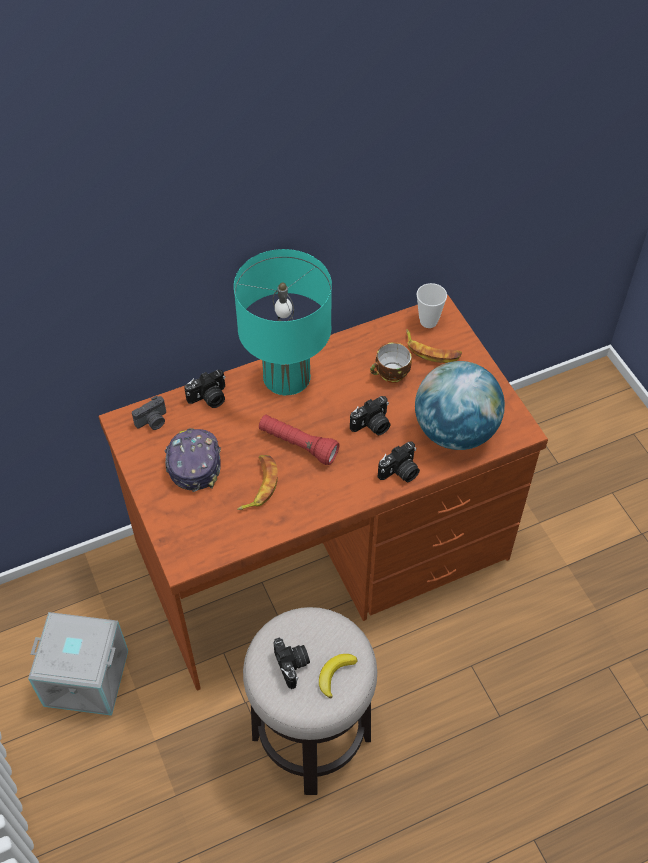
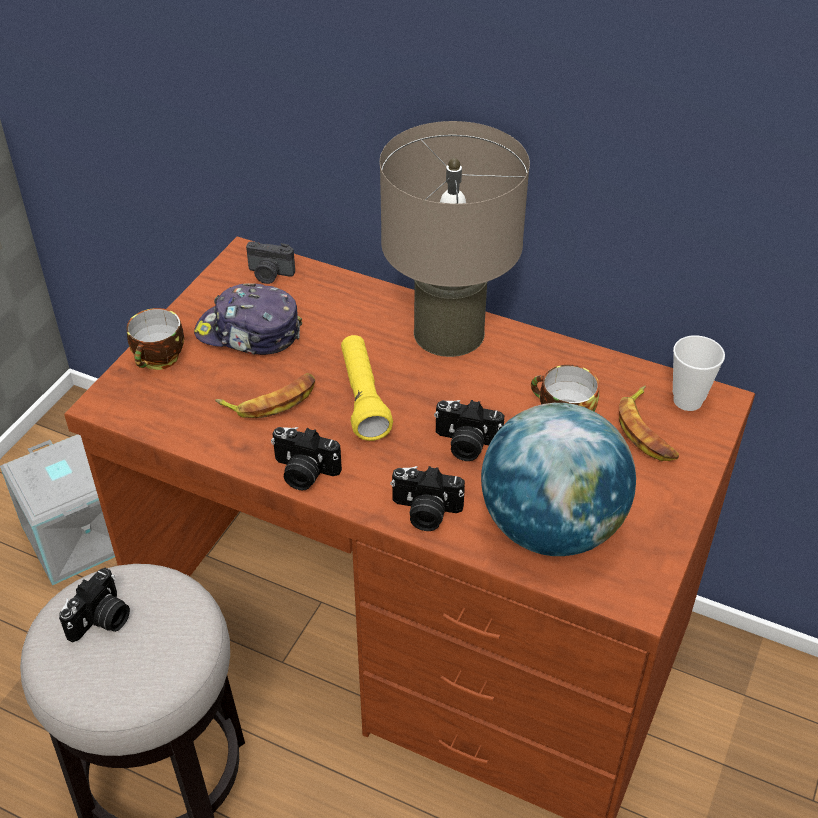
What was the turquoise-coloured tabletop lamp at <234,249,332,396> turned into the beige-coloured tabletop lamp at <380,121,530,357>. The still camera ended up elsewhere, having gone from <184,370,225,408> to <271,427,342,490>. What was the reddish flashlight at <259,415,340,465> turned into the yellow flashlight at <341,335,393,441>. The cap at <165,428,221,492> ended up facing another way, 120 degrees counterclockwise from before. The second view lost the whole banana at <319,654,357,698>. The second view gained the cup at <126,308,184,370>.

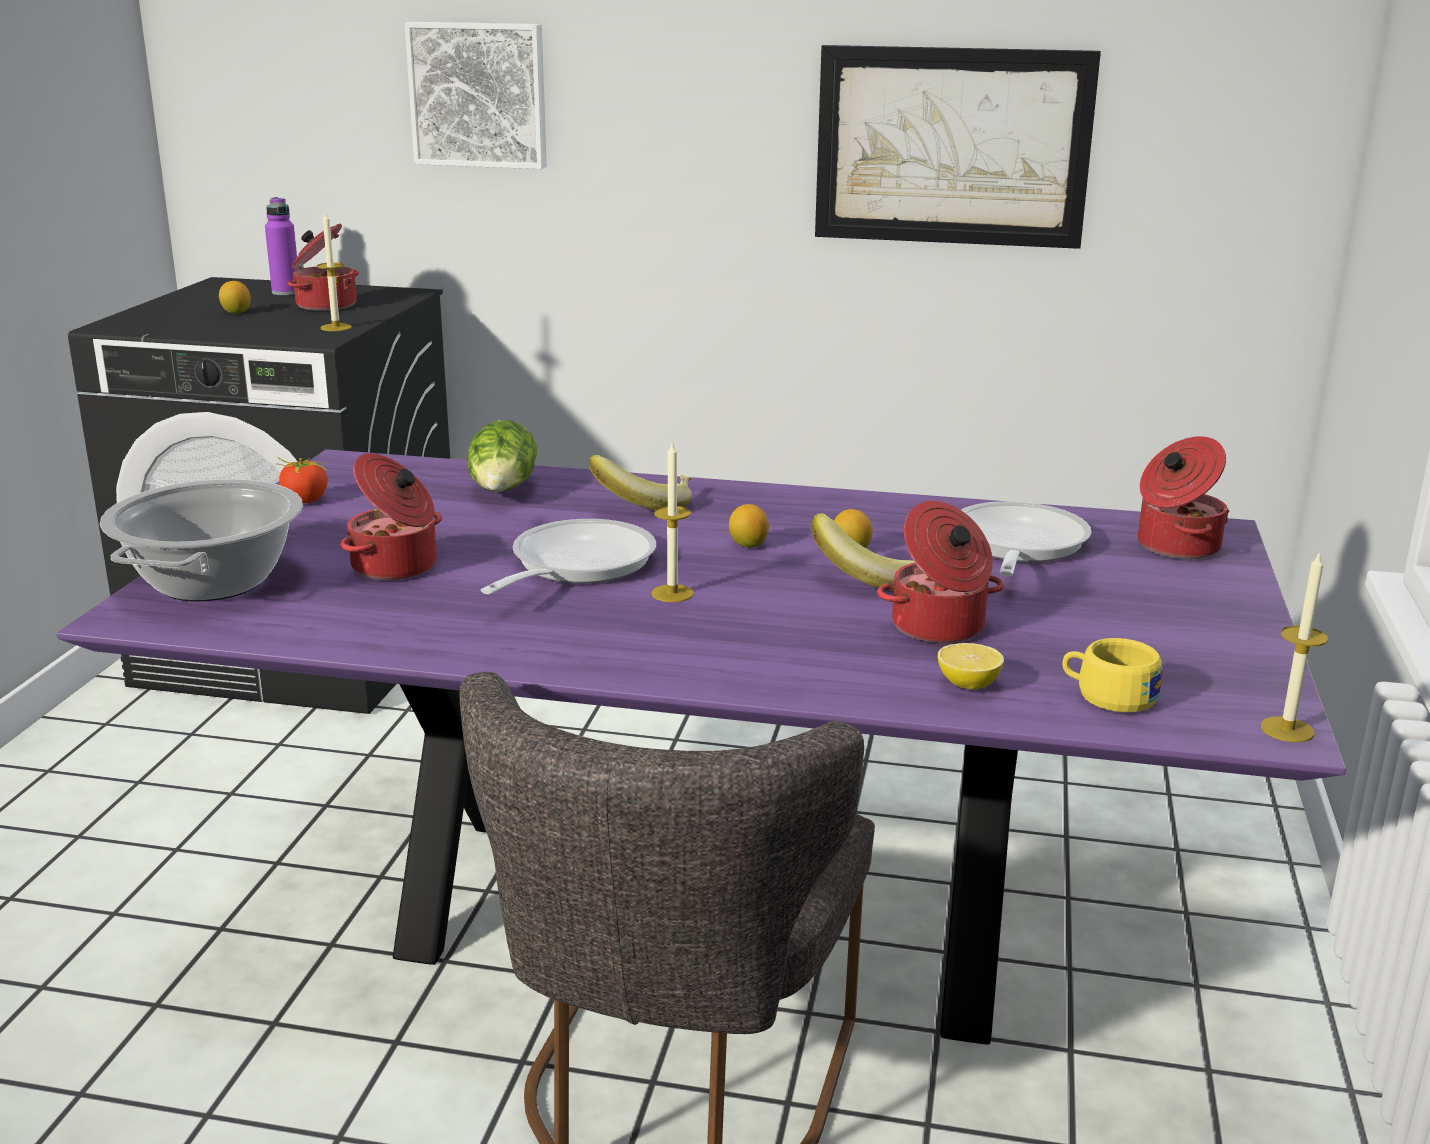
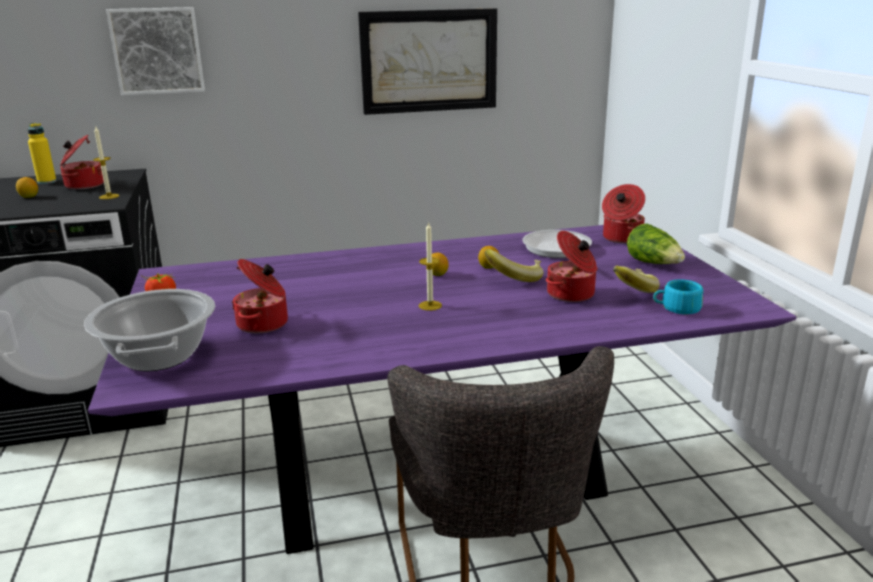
What was the purple drink bottle at <265,197,298,295> turned into the yellow drink bottle at <28,123,57,184>. The lettuce ended up elsewhere, having gone from <467,420,537,492> to <627,223,685,264>. The whole banana ended up elsewhere, having gone from <589,455,692,510> to <613,266,660,293>. The second view lost the skillet at <481,519,656,595>. The second view lost the wax light at <1261,551,1328,742>. What was the yellow cup at <1062,638,1162,712> turned into the turquoise-coloured cup at <653,279,703,314>. The second view lost the citrus fruit at <938,643,1004,690>.

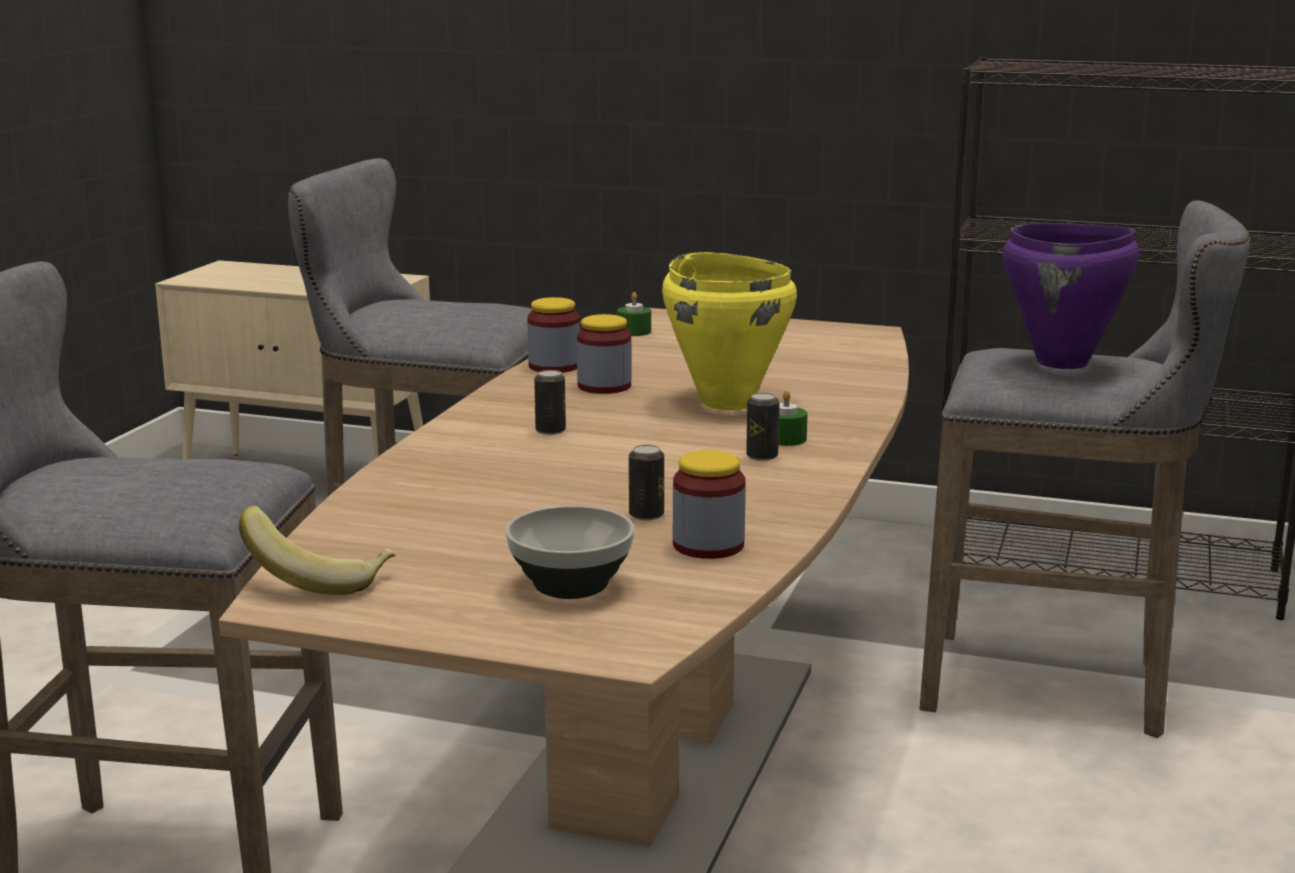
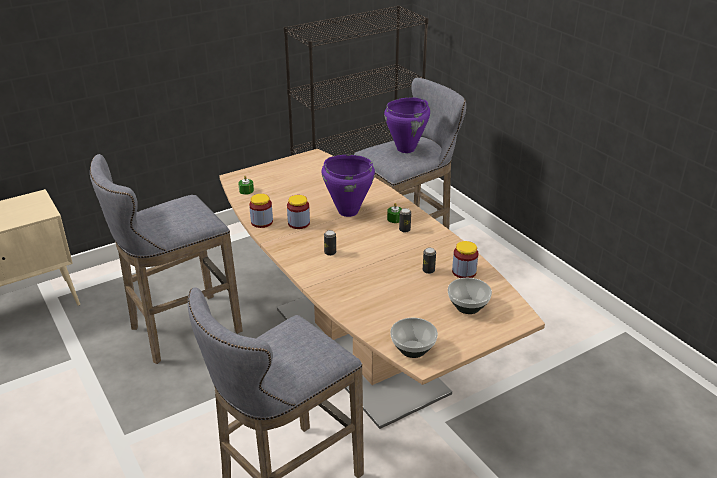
What was the yellow cooking pot at <662,252,797,410> turned into the purple cooking pot at <322,155,375,217>. Where the whole banana stood at <239,506,395,595>, the deep dish came to stand at <391,318,438,358>.

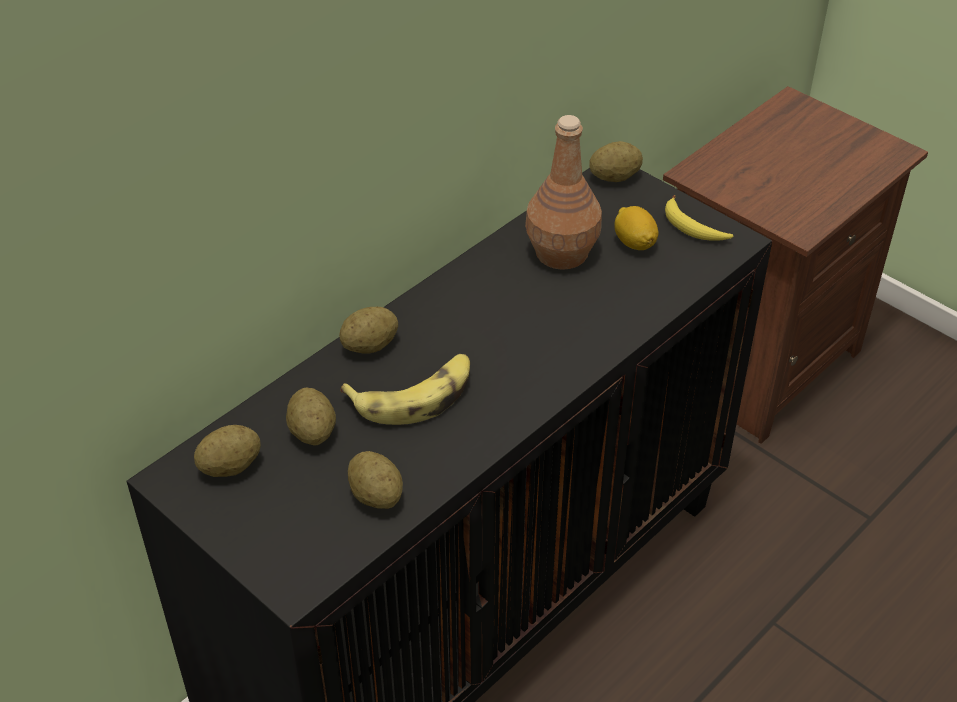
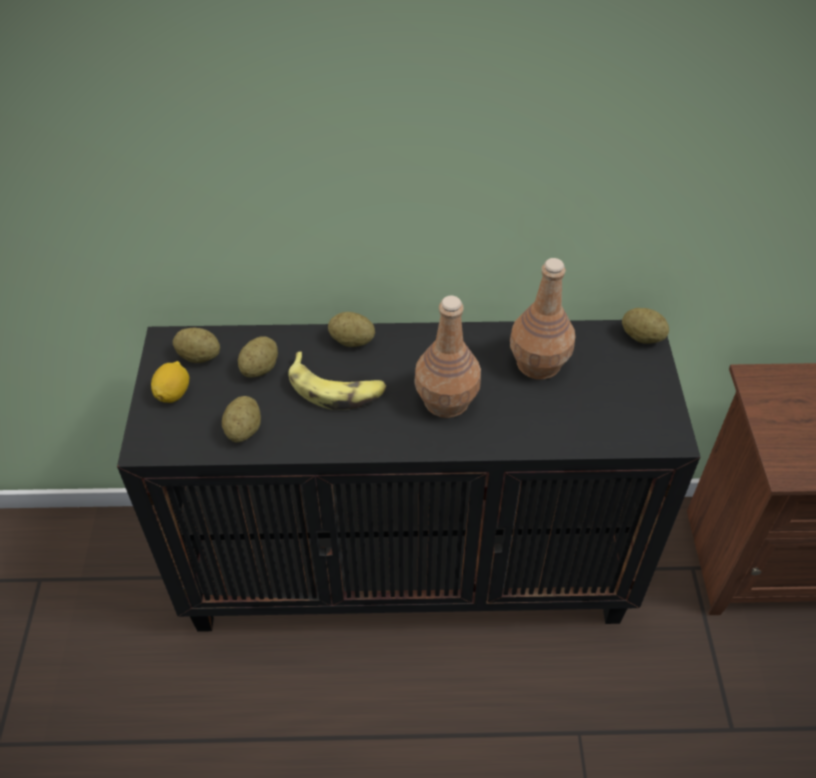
The second view lost the whole banana at <665,195,733,241>. The citrus fruit ended up elsewhere, having gone from <614,206,659,250> to <151,361,189,403>. The second view gained the brownish drink bottle at <414,295,481,418>.

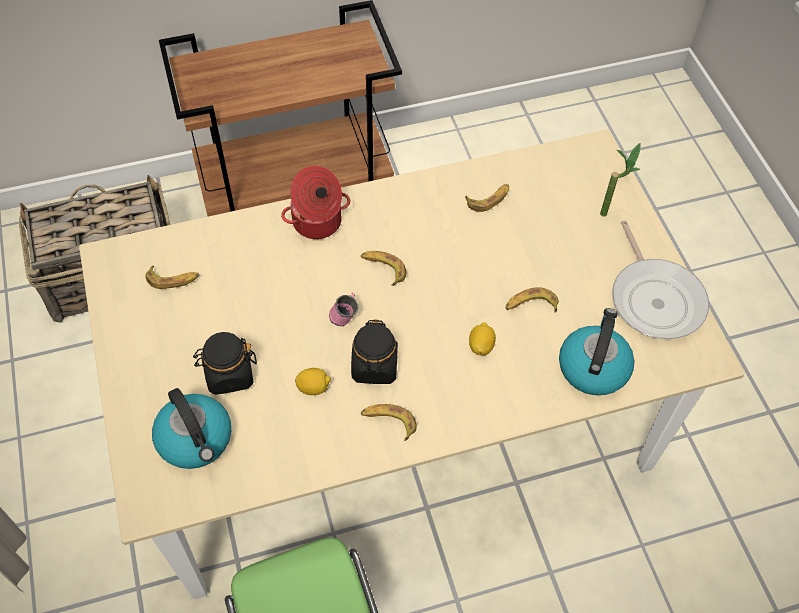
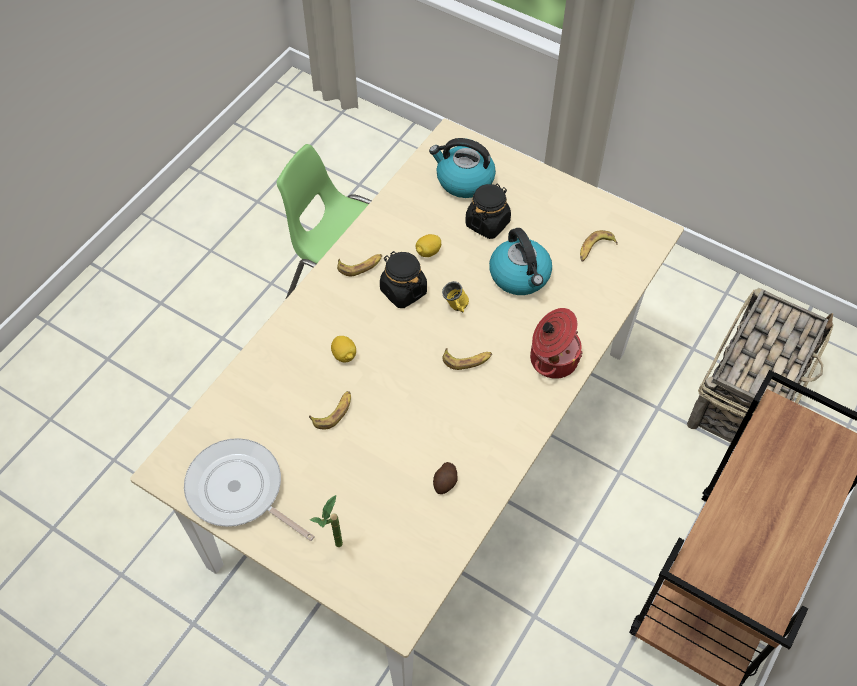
Where the whole banana stood at <465,184,509,212>, the potato came to stand at <433,462,457,494>. What was the pinkish coffee mug at <329,293,358,326> turned into the yellow coffee mug at <442,281,469,312>. The tea kettle ended up elsewhere, having gone from <559,308,634,395> to <489,228,552,295>.

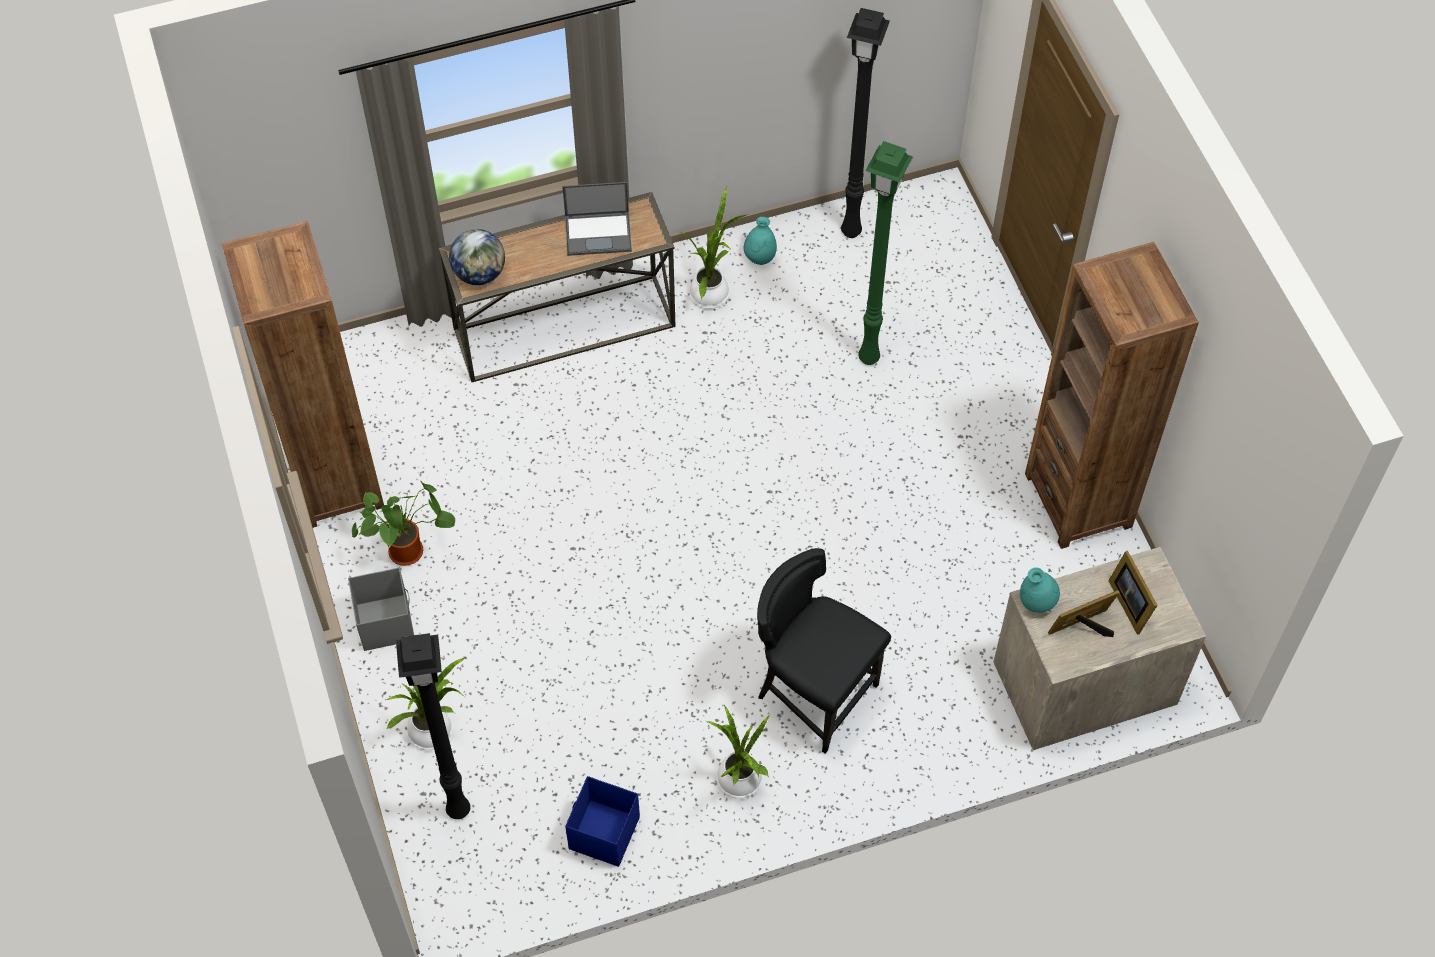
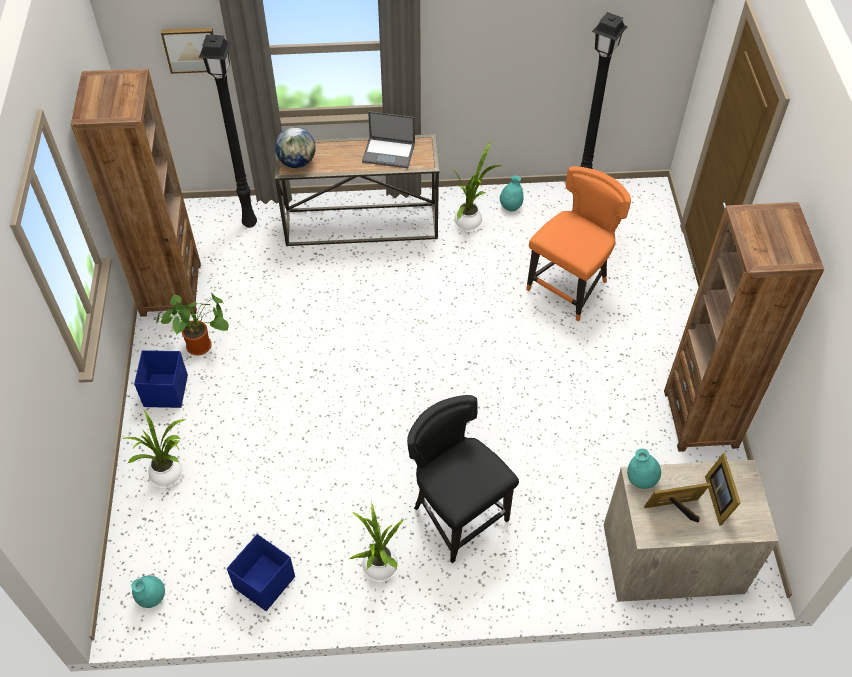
Where the green floor lamp stood at <858,141,913,365>, the orangey chair came to stand at <526,166,631,322>. What was the greyish storage bin at <348,568,414,651> turned into the blue-coloured storage bin at <134,350,188,408>. The black-coloured floor lamp ended up elsewhere, having gone from <396,633,470,819> to <199,34,257,228>. The second view gained the wall art at <161,27,214,74>. The second view gained the turquoise-coloured flower vase at <131,575,165,608>.

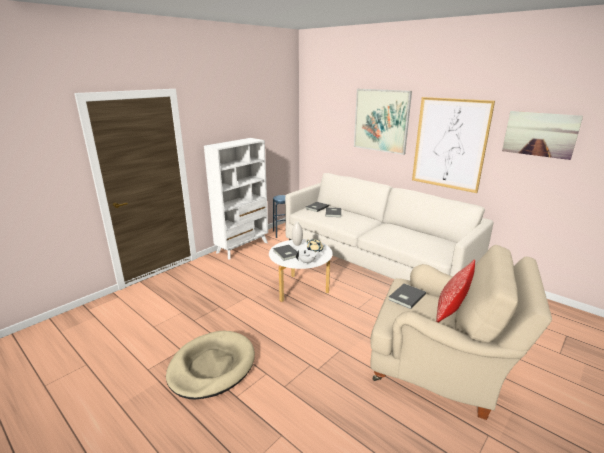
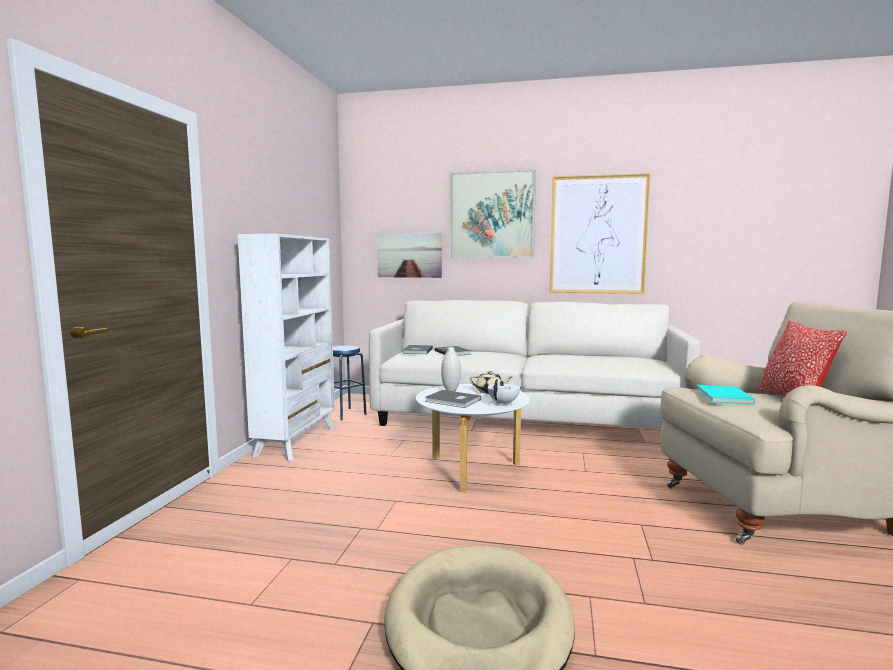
The wall art ended up elsewhere, having gone from <502,111,583,160> to <377,233,442,278>. What was the greyish book at <388,284,426,309> turned into the turquoise-coloured book at <696,385,755,405>.

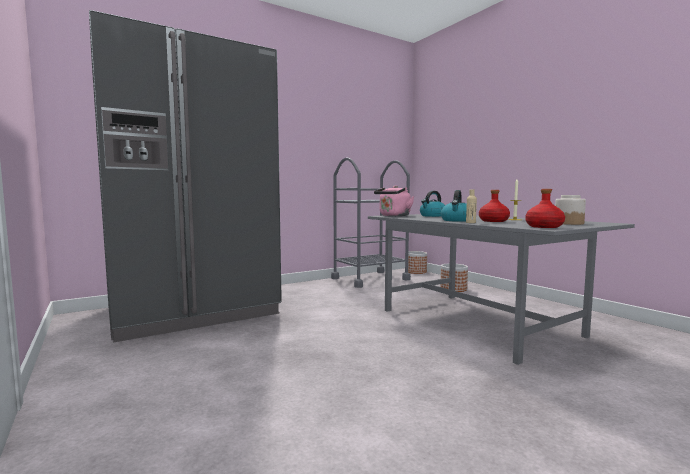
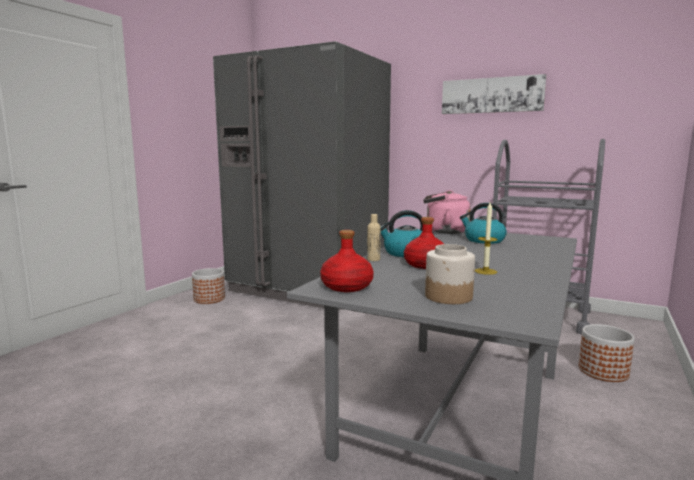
The plant pot ended up elsewhere, having gone from <408,251,427,274> to <192,268,225,304>. The second view gained the wall art at <442,74,546,114>.

